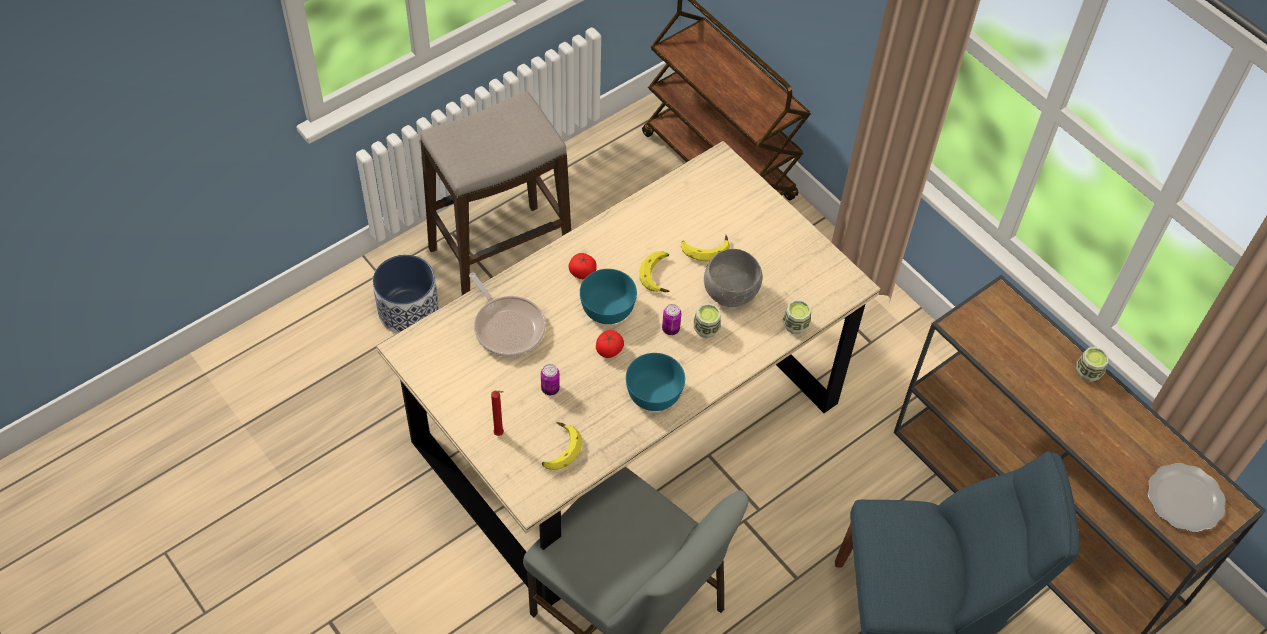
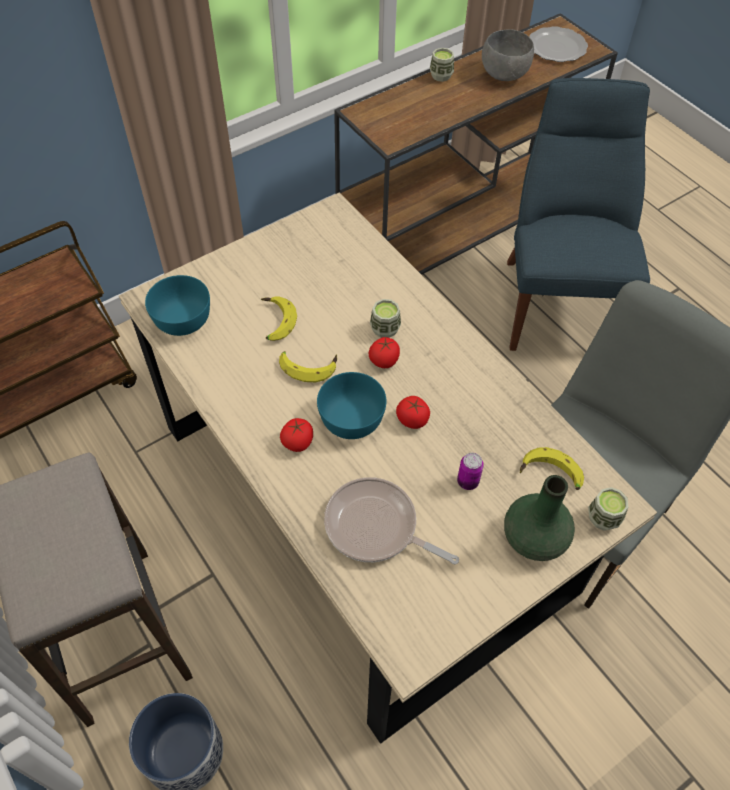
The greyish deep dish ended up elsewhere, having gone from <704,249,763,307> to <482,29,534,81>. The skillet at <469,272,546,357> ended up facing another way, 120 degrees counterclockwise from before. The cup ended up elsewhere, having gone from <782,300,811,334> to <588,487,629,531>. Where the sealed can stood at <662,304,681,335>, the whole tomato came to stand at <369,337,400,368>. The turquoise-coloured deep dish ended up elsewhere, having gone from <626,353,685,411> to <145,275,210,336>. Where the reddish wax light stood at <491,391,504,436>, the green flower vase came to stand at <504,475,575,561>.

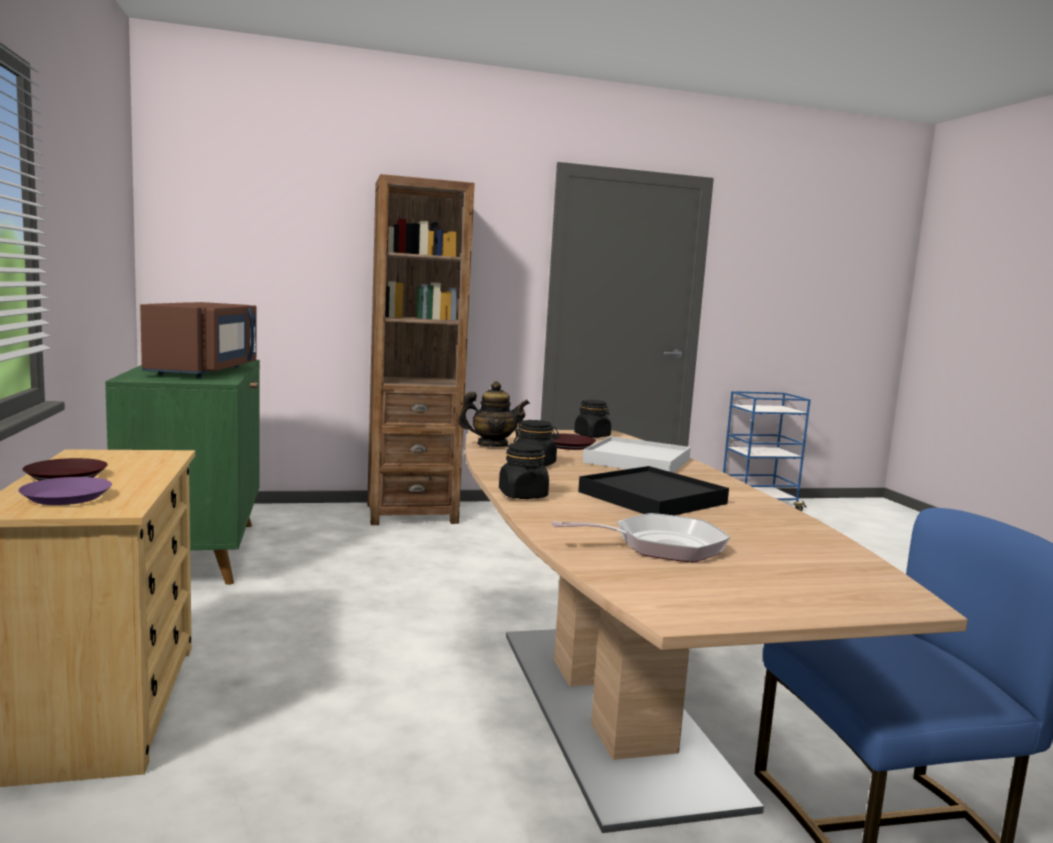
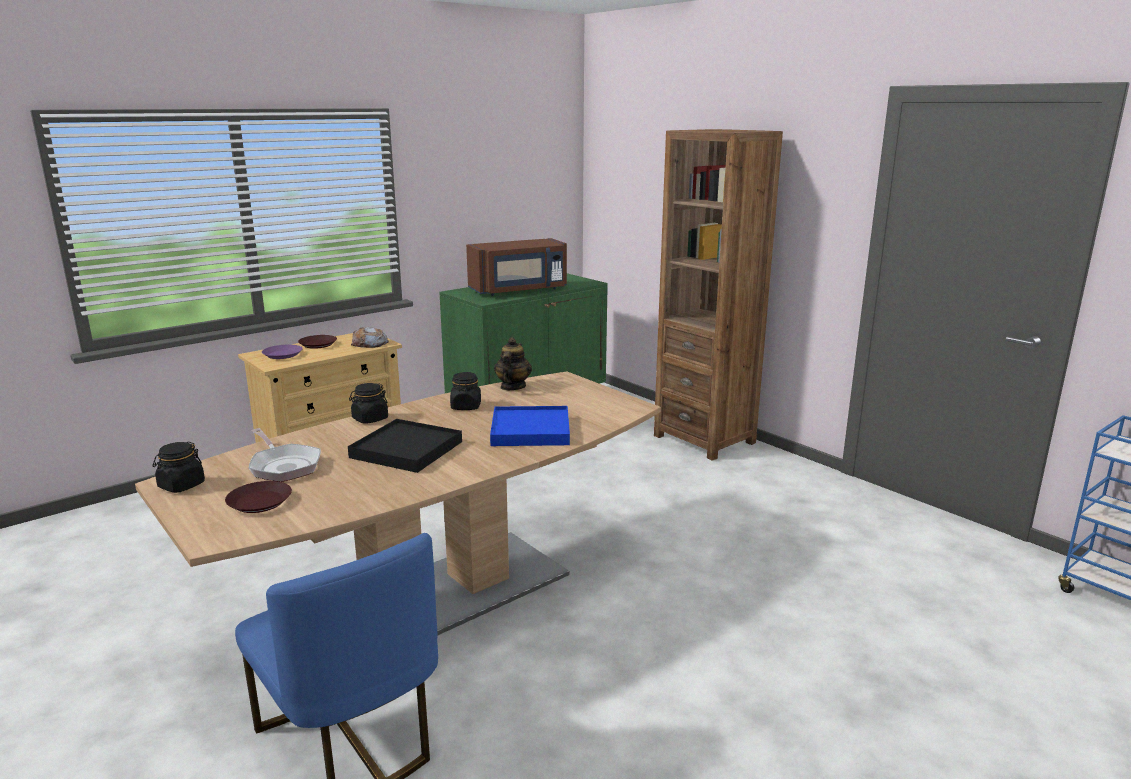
The pot for tea at <458,381,530,447> ended up facing another way, 135 degrees counterclockwise from before. The black-coloured preserve jar ended up elsewhere, having gone from <574,400,612,438> to <153,441,205,493>. The brownish flat dish ended up elsewhere, having gone from <551,433,596,450> to <225,481,292,513>. What was the white serving tray at <583,436,691,473> turned into the blue-coloured serving tray at <490,406,570,446>. The second view gained the bread at <351,327,389,348>.

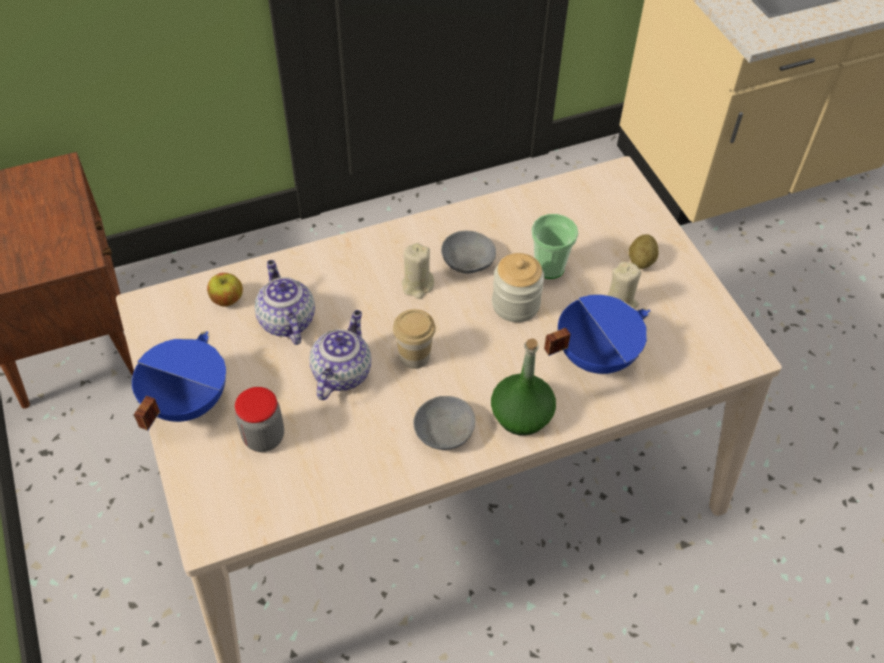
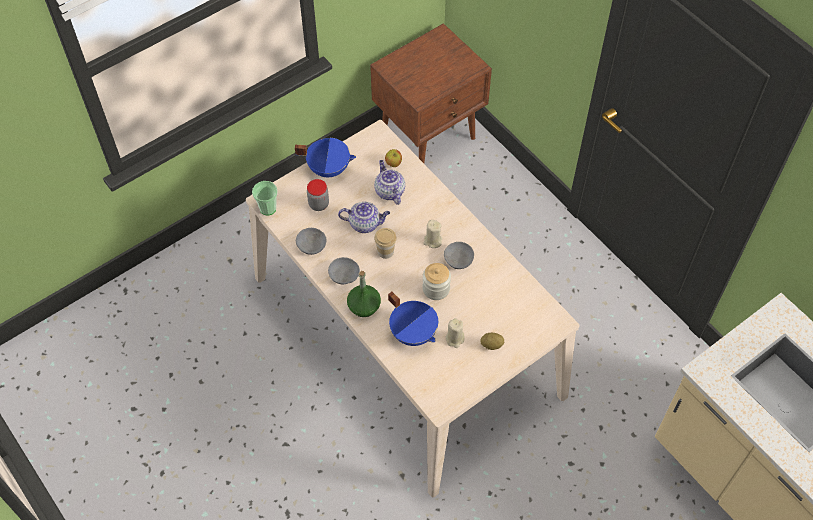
The cup ended up elsewhere, having gone from <531,214,578,279> to <252,181,278,215>. The pot for tea at <255,260,315,345> ended up facing another way, 75 degrees counterclockwise from before. The second view gained the greyish deep dish at <296,228,326,255>.

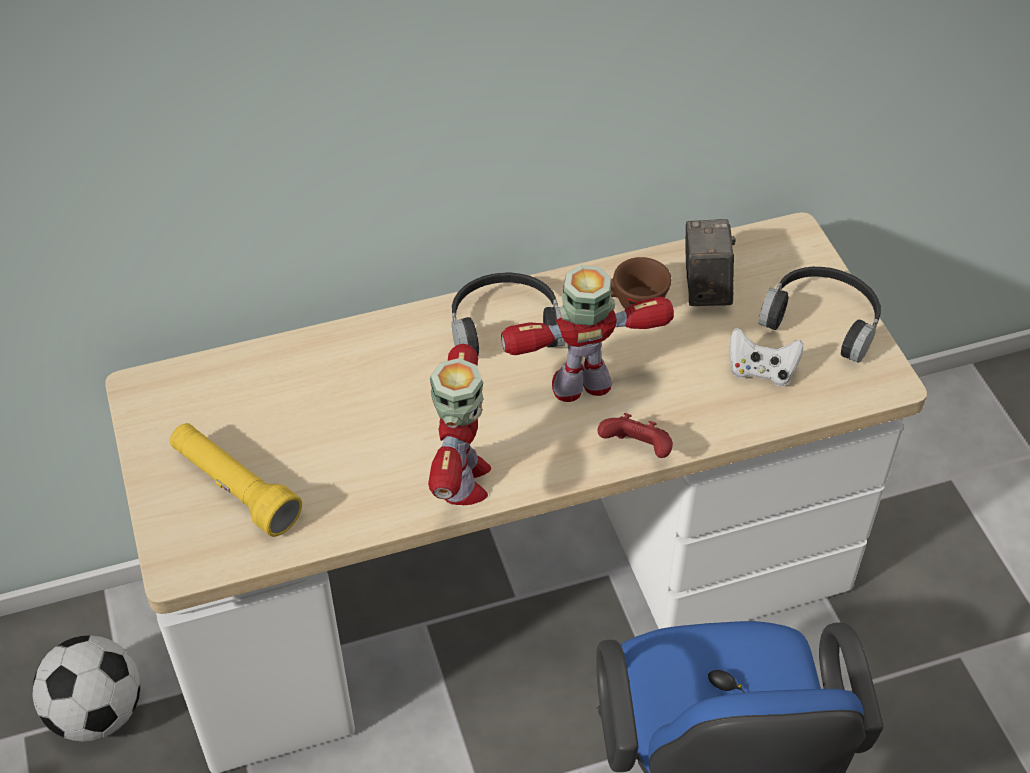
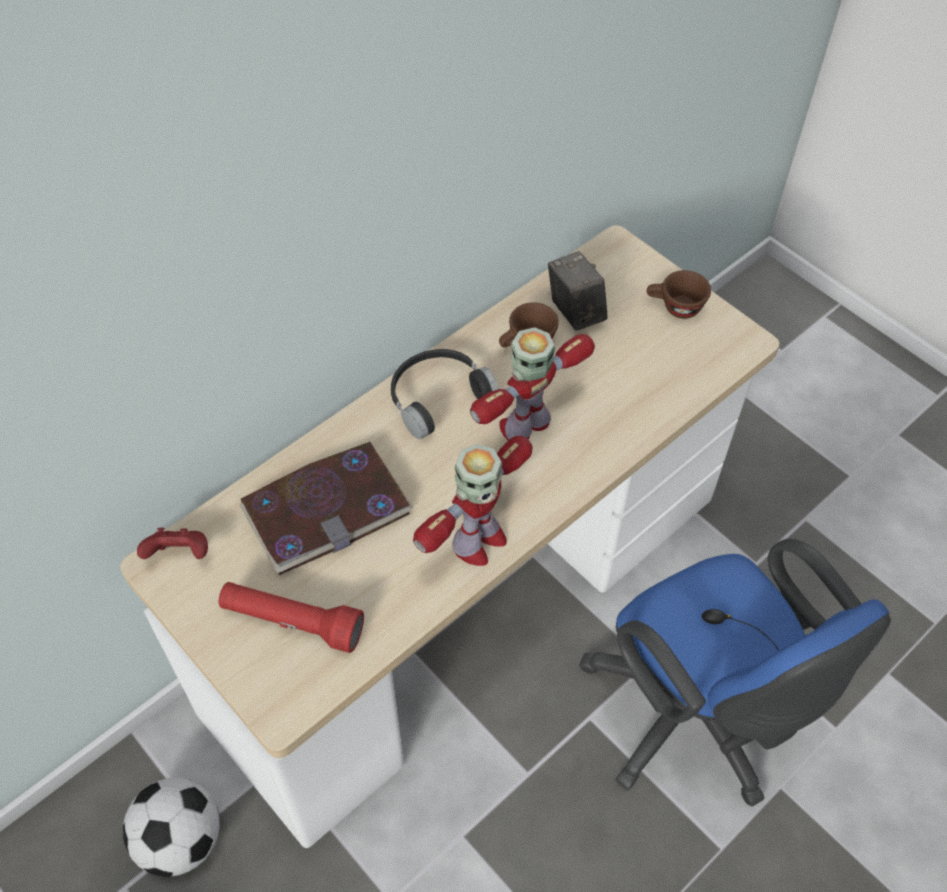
Where the black-coloured pair of headphones stood at <758,267,881,363>, the brownish cup came to stand at <647,270,711,319>. The second view lost the white joypad at <729,328,803,386>. The toy robot at <428,344,491,505> ended up facing another way, 60 degrees clockwise from before. The reddish joypad ended up elsewhere, having gone from <598,413,673,458> to <137,528,208,559>. What was the yellow flashlight at <170,423,302,537> turned into the reddish flashlight at <219,582,364,653>. The second view gained the book at <240,442,413,575>.

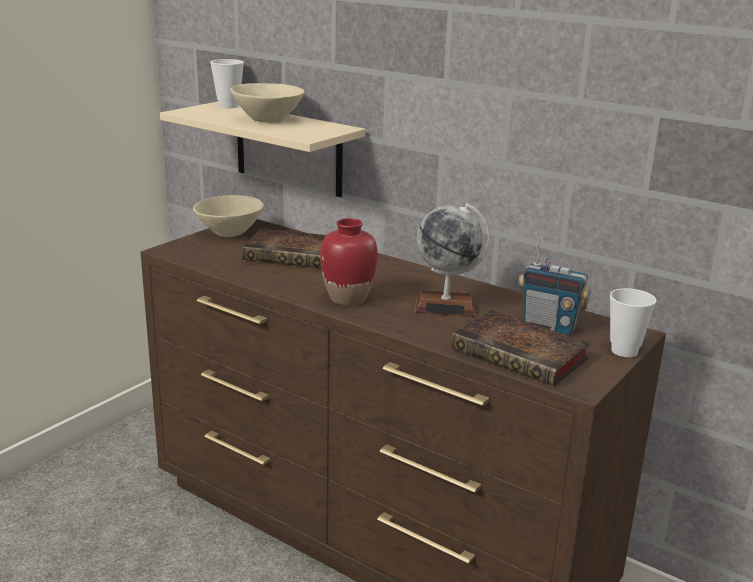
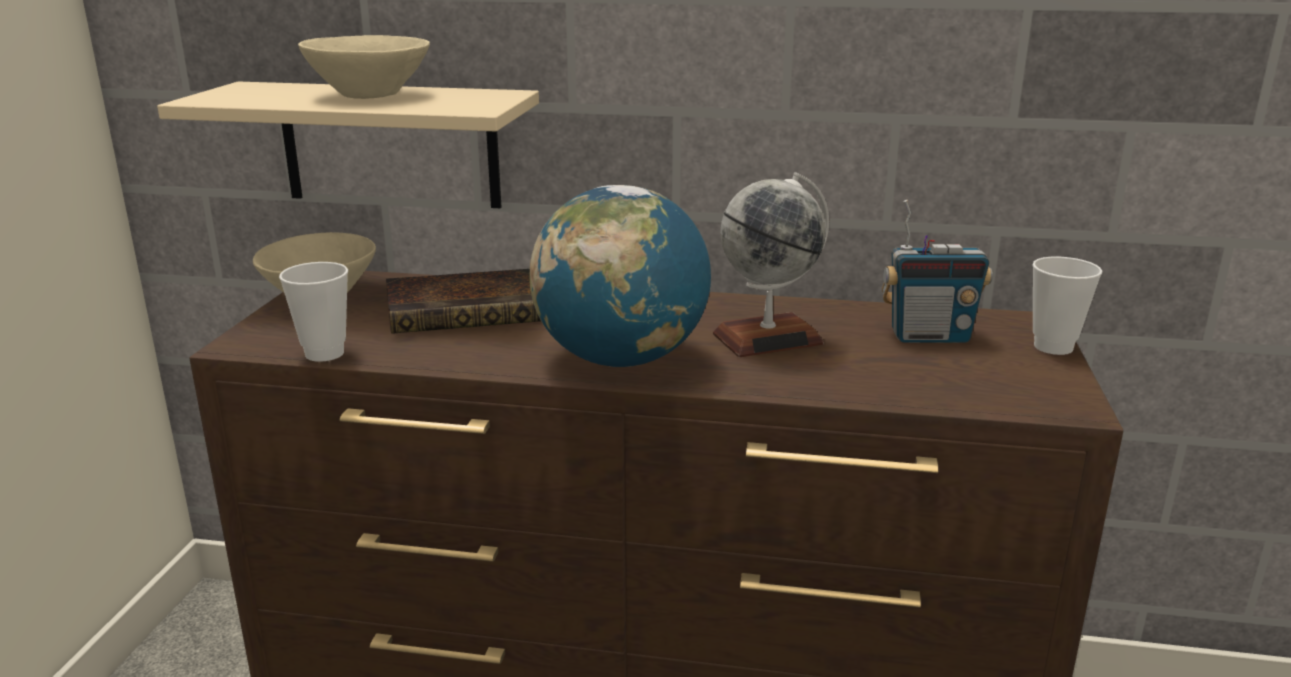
The cup ended up elsewhere, having gone from <210,59,244,108> to <279,262,348,362>. Where the reddish flower vase stood at <320,218,378,306>, the globe came to stand at <529,185,711,367>. The second view lost the book at <451,310,591,386>.

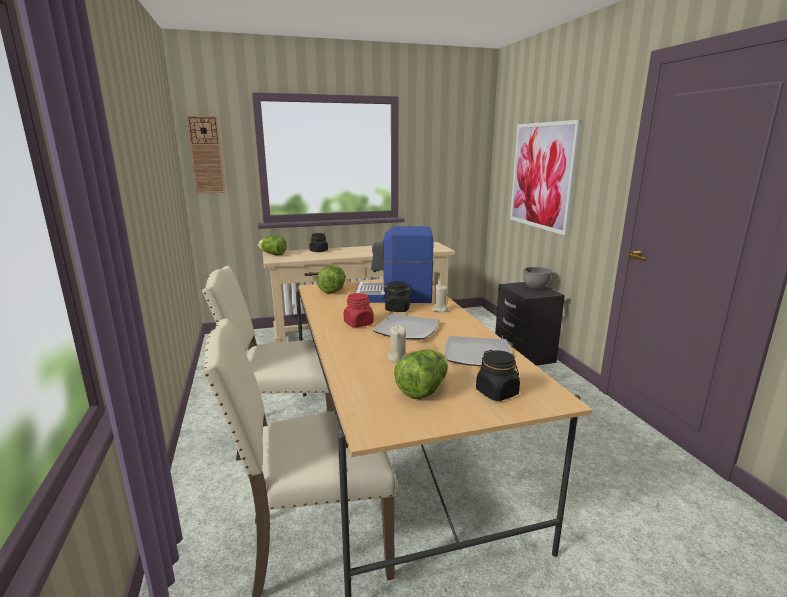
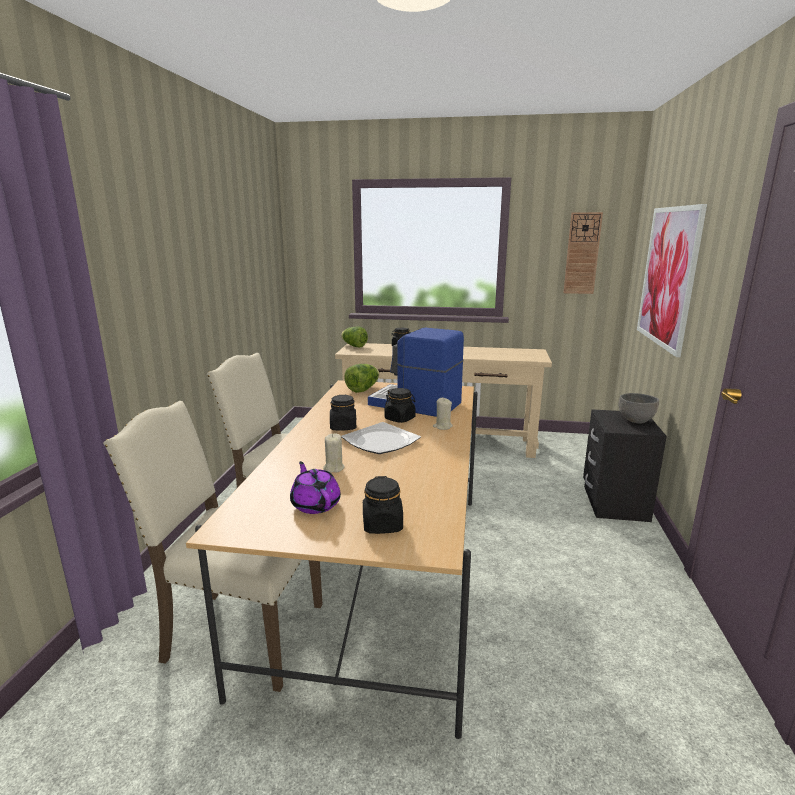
The hanging clock ended up elsewhere, having gone from <186,115,226,194> to <563,212,603,294>. What was the reddish preserve jar at <344,293,374,327> turned into the black-coloured preserve jar at <330,395,356,430>. The second view lost the flat dish at <445,336,511,366>. Where the lettuce stood at <394,350,448,399>, the purple pot for tea came to stand at <290,461,341,514>.

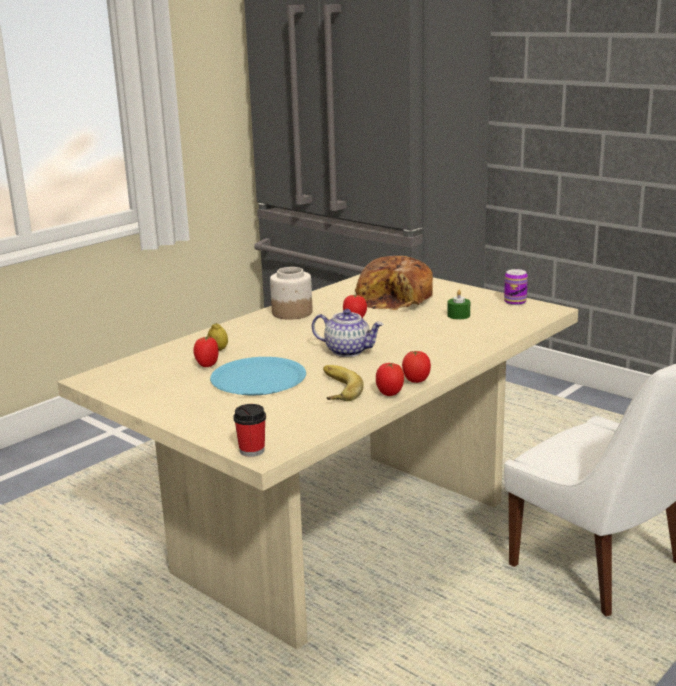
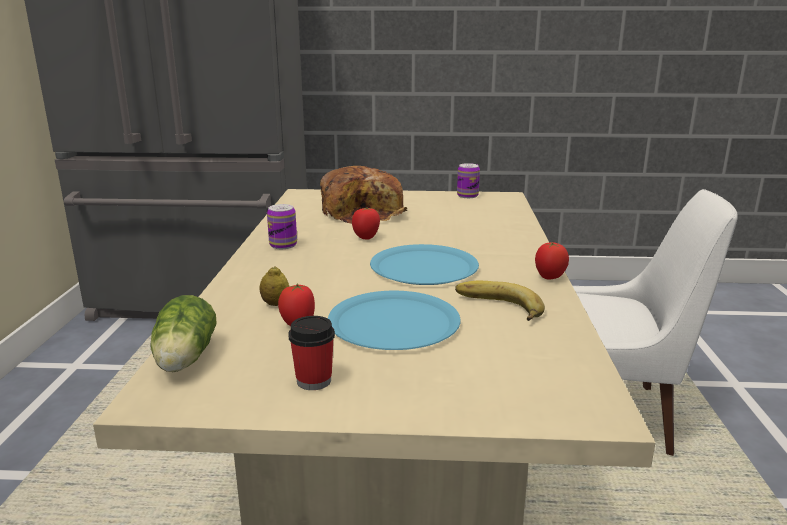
Where the preserve jar stood at <270,267,313,320>, the sealed can came to stand at <267,204,297,249>. The second view lost the green wax light at <447,290,470,319>. Where the pot for tea stood at <312,309,383,357>, the blue-coloured flat dish came to stand at <370,244,479,285>. The second view lost the whole tomato at <376,363,404,396>. The cup ended up elsewhere, having gone from <233,404,266,457> to <288,316,335,390>. The second view gained the lettuce at <150,295,217,372>.

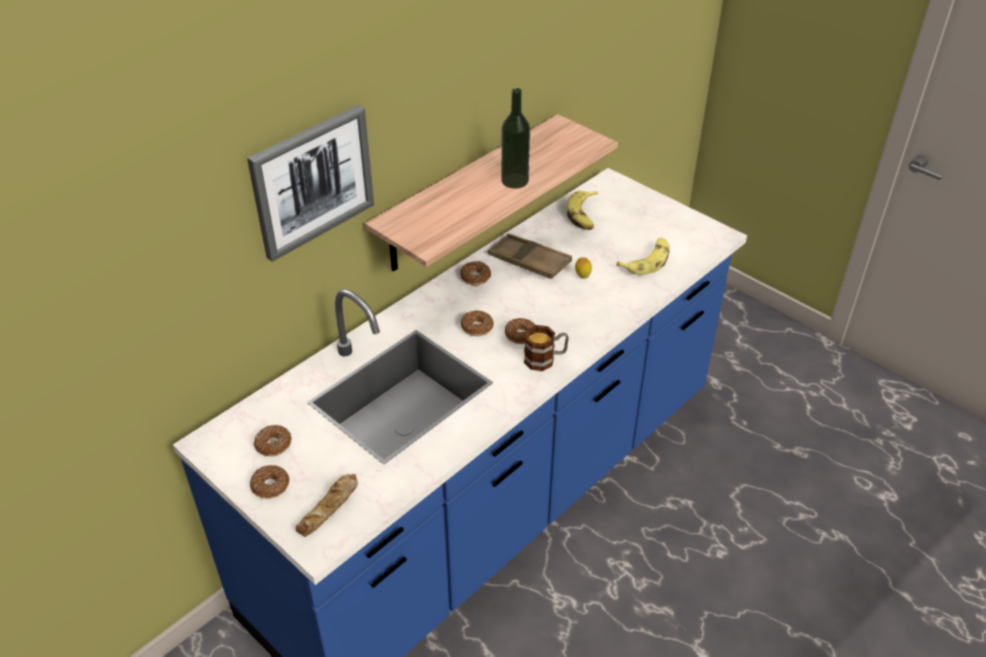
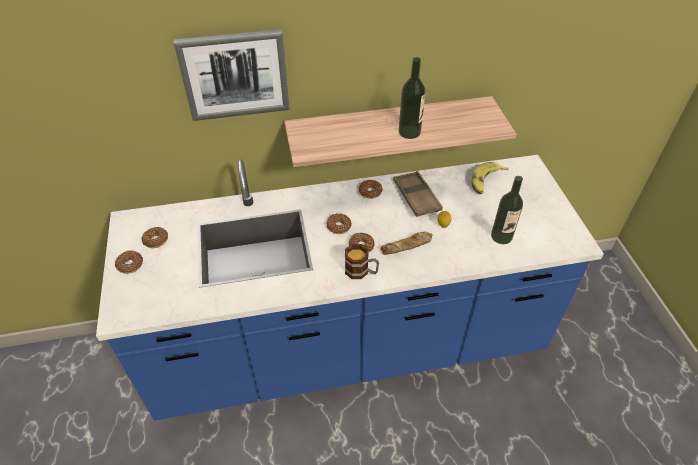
Where the whole banana stood at <617,238,670,275>, the drink bottle came to stand at <491,176,523,244>. The bread ended up elsewhere, having gone from <296,474,358,537> to <380,232,432,255>.

